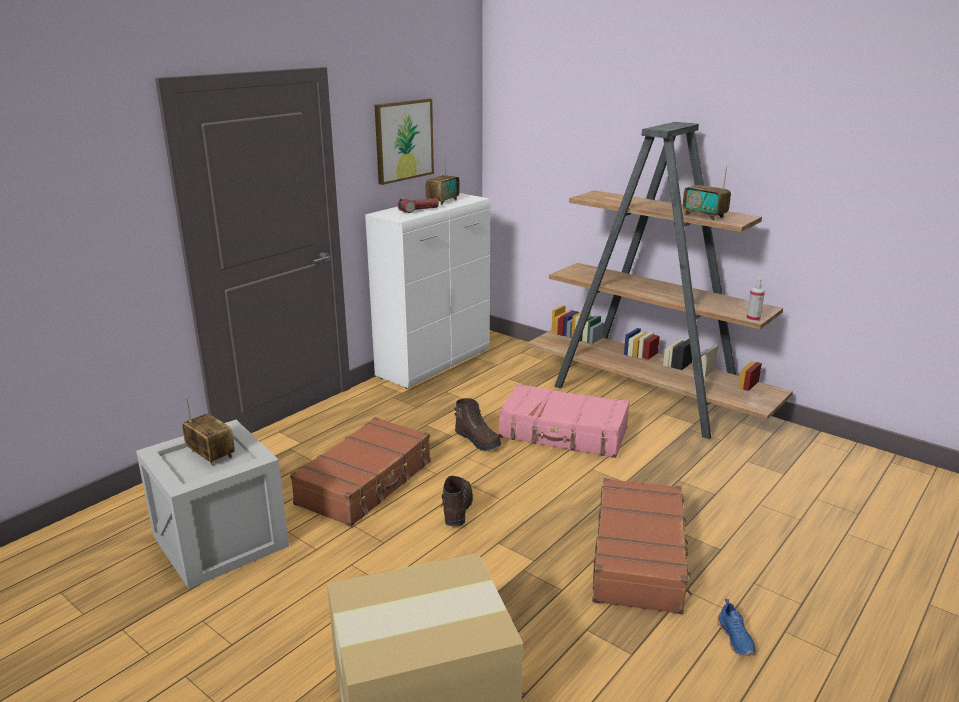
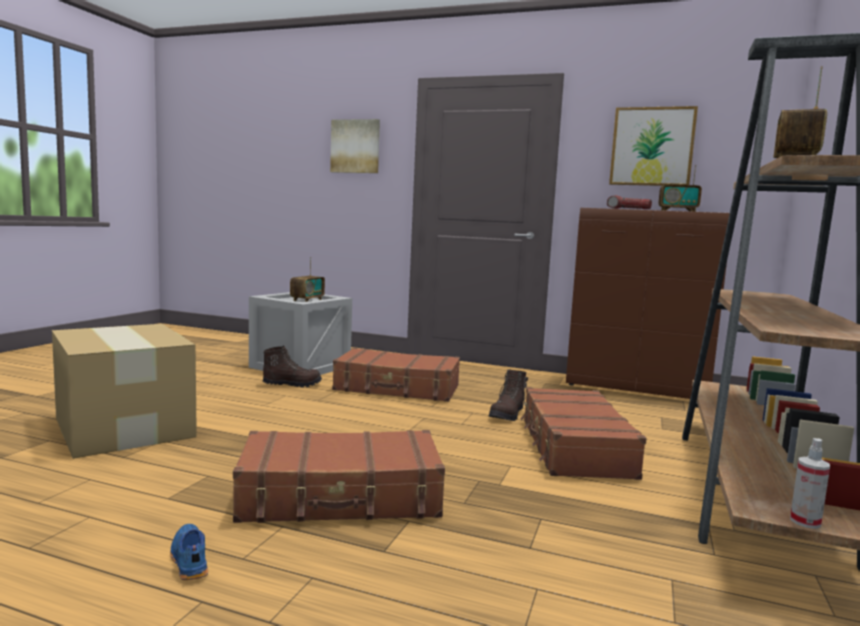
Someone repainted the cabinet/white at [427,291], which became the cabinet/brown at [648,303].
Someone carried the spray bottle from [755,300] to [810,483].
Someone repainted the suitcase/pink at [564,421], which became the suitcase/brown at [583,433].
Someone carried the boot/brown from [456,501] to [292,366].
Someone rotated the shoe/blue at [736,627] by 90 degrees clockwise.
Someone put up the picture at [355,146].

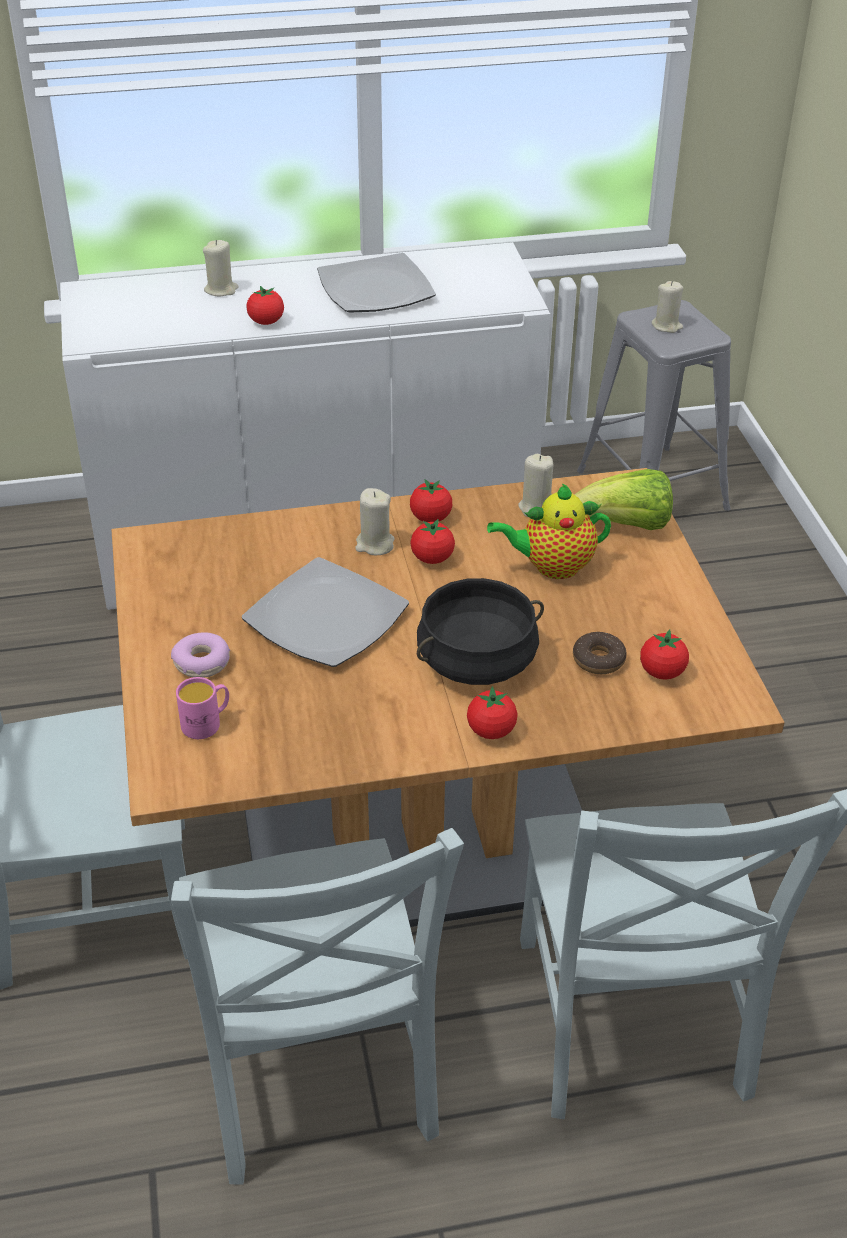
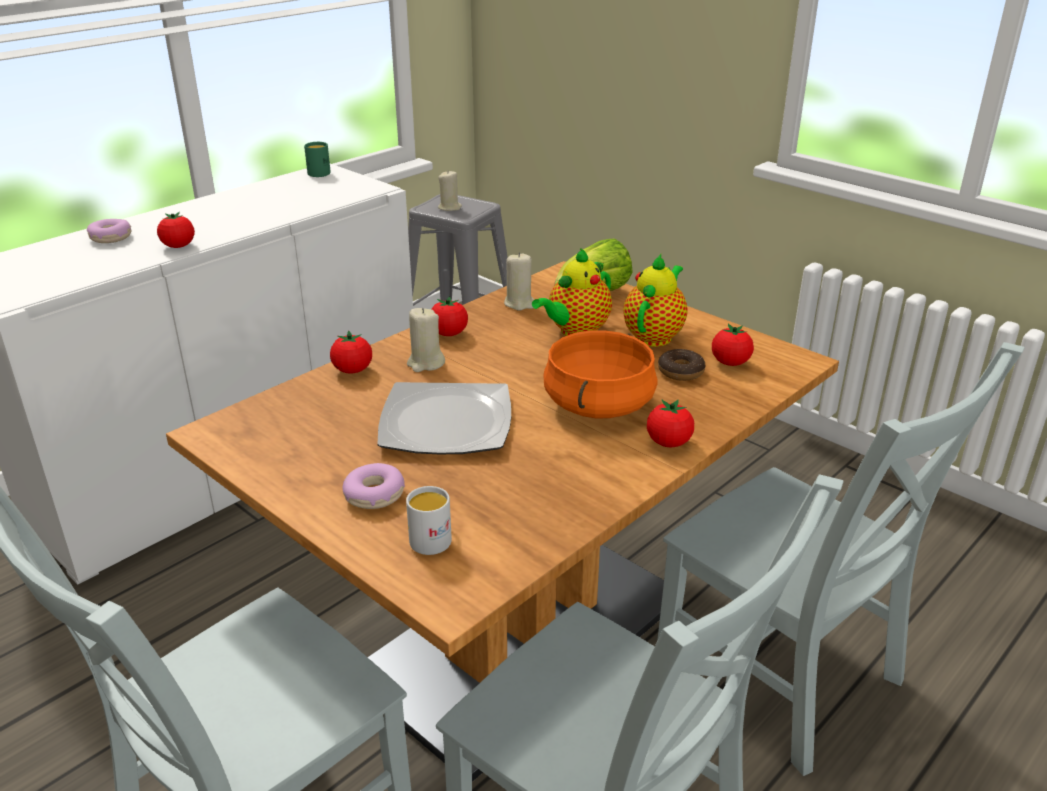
Someone swapped the candle/beige at [220,268] for the donut at [109,231].
Someone took away the plate at [376,282].
Someone carried the tomato from [432,541] to [351,352].
Someone repainted the cooking pot/black at [480,631], which became the cooking pot/orange at [601,374].
Someone repainted the mug/pink at [202,708], which became the mug/white at [429,520].
Someone put down the mug/green at [317,159].
Someone put down the teapot at [655,300].

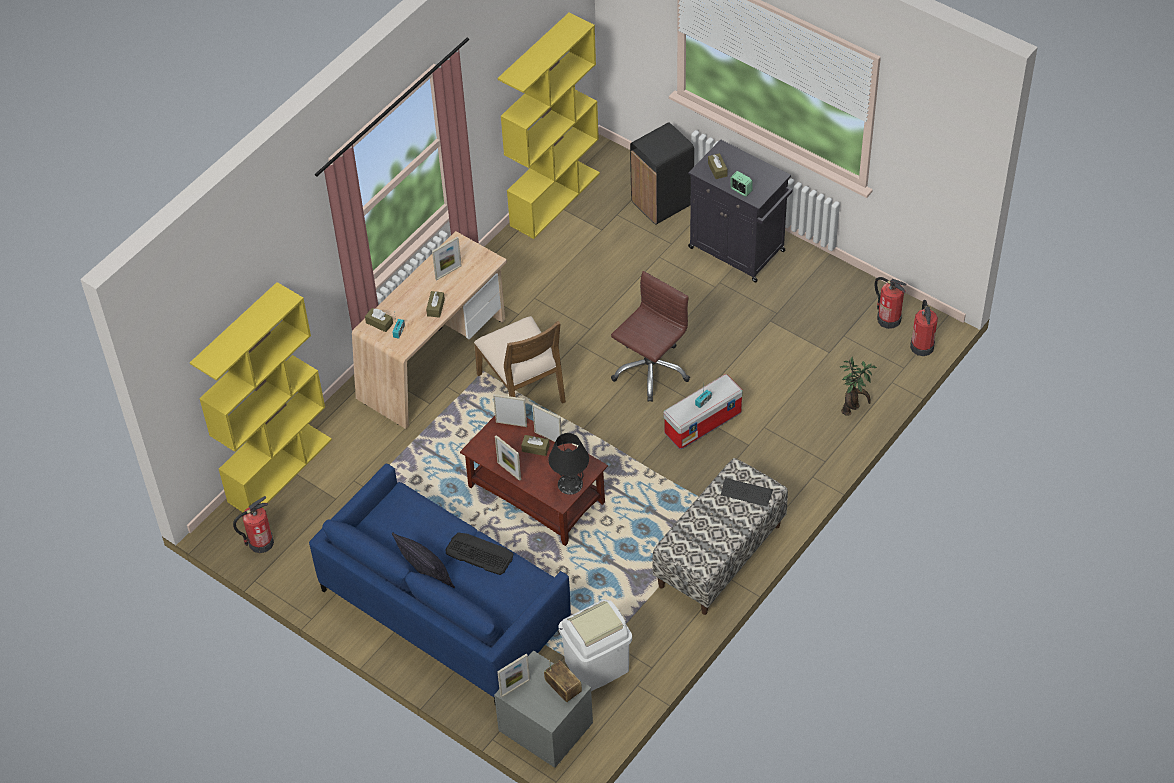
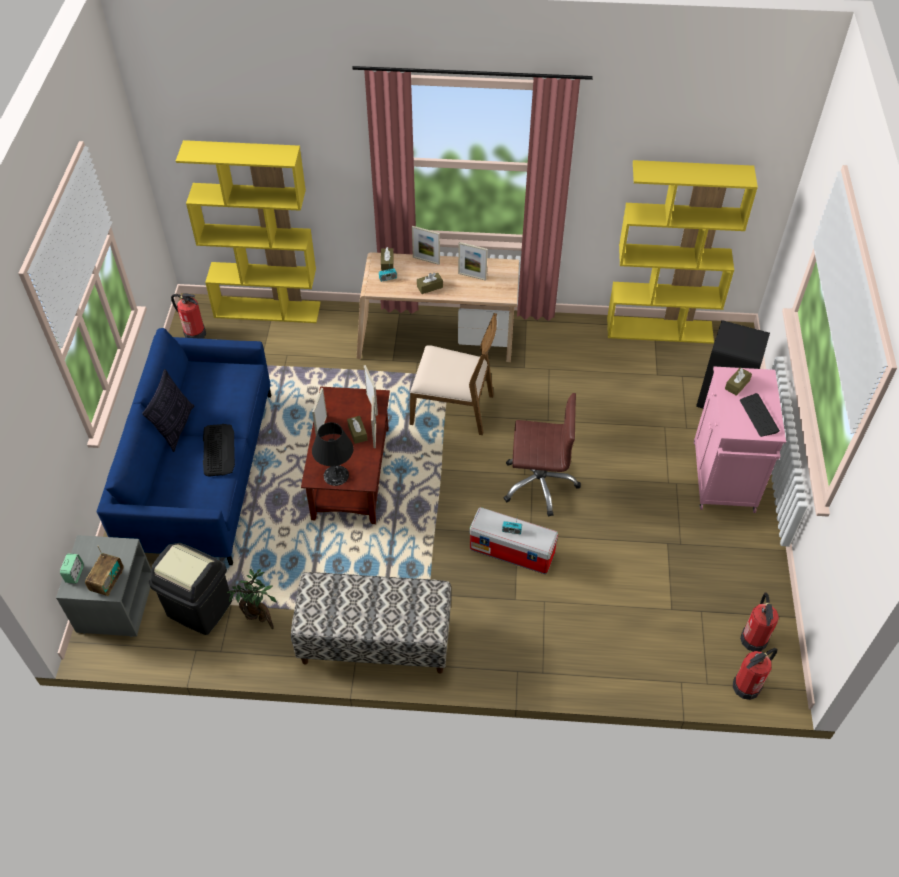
Someone repainted the cabinet/black at [740,211], which became the cabinet/pink at [740,440].
Someone carried the alarm clock from [741,183] to [72,568].
Someone rotated the chair/brown at [520,360] by 105 degrees counterclockwise.
Someone carried the potted plant from [858,386] to [252,599].
Someone carried the keyboard from [747,492] to [760,415].
Someone repainted the trash can/white at [595,645], which became the trash can/black at [190,589].
Someone carried the picture frame from [513,676] to [426,245].

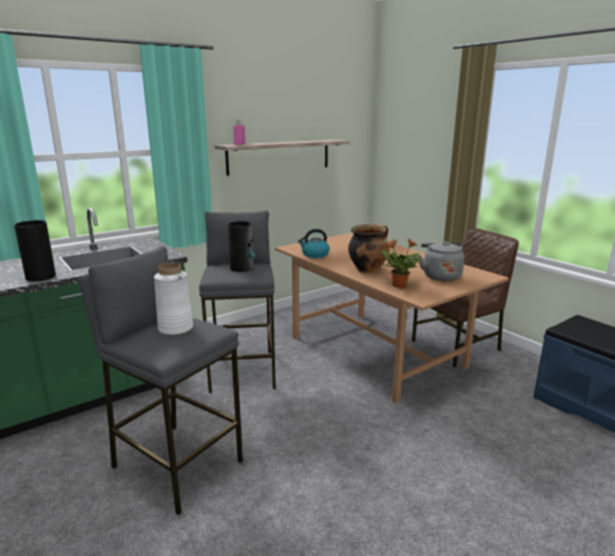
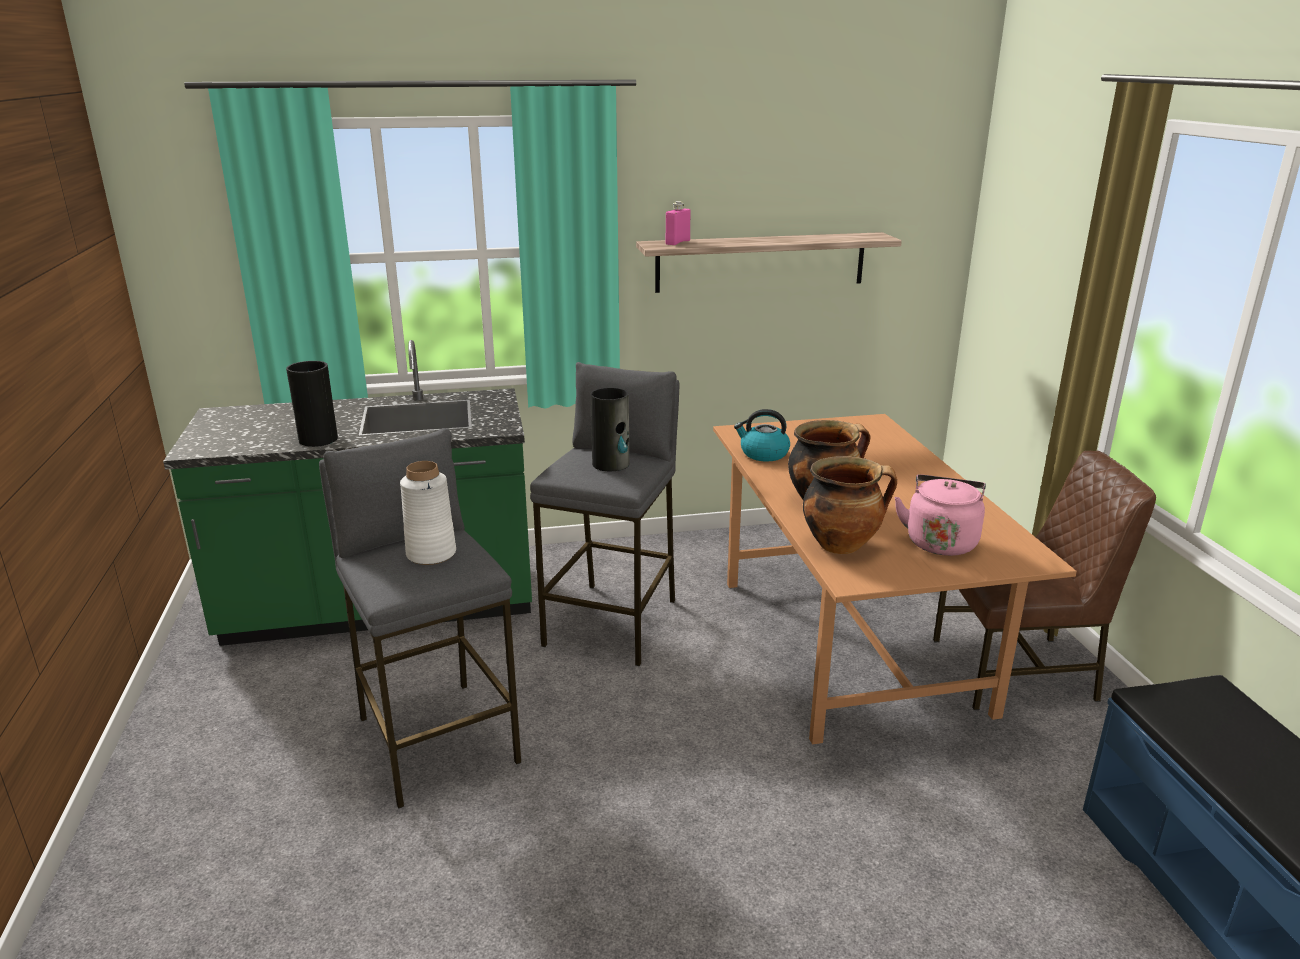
Someone swapped the potted plant at [402,263] for the cooking pot at [850,505].
Someone repainted the kettle/grey at [441,261], which became the kettle/pink at [940,515].

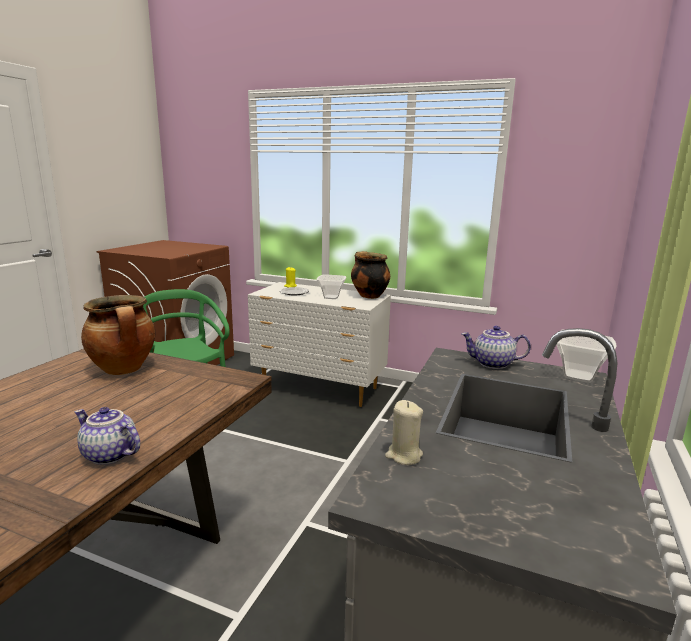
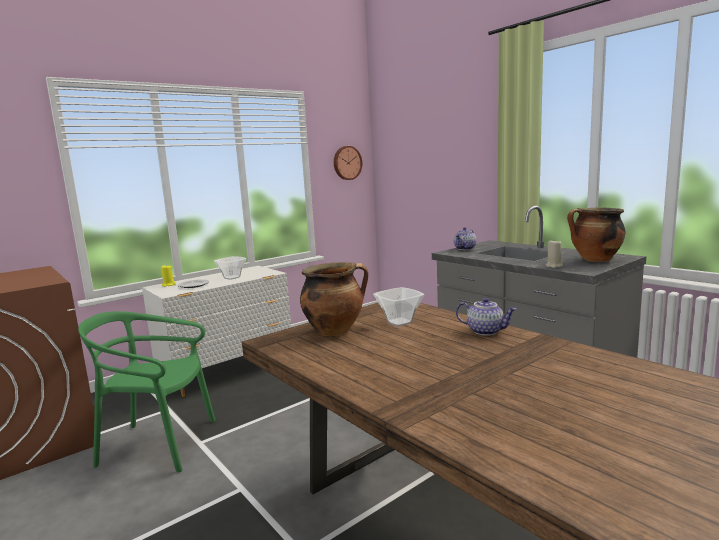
Someone carried the cooking pot from [370,275] to [596,235].
Someone carried the bowl from [586,356] to [398,307].
Someone rotated the teapot at [107,436] by 120 degrees counterclockwise.
Someone put up the wall clock at [348,163].

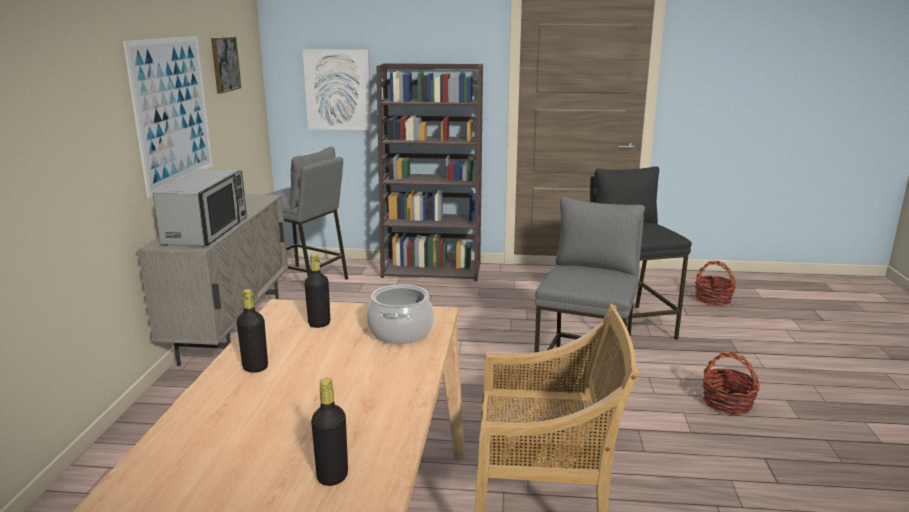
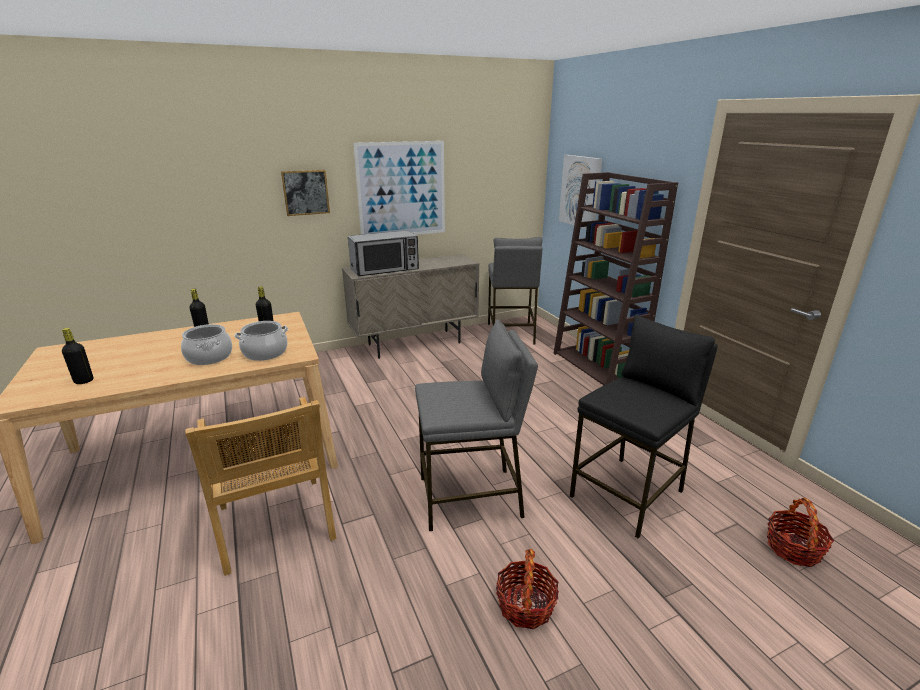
Someone carried the picture from [226,65] to [305,193].
Someone put down the cooking pot at [206,344].

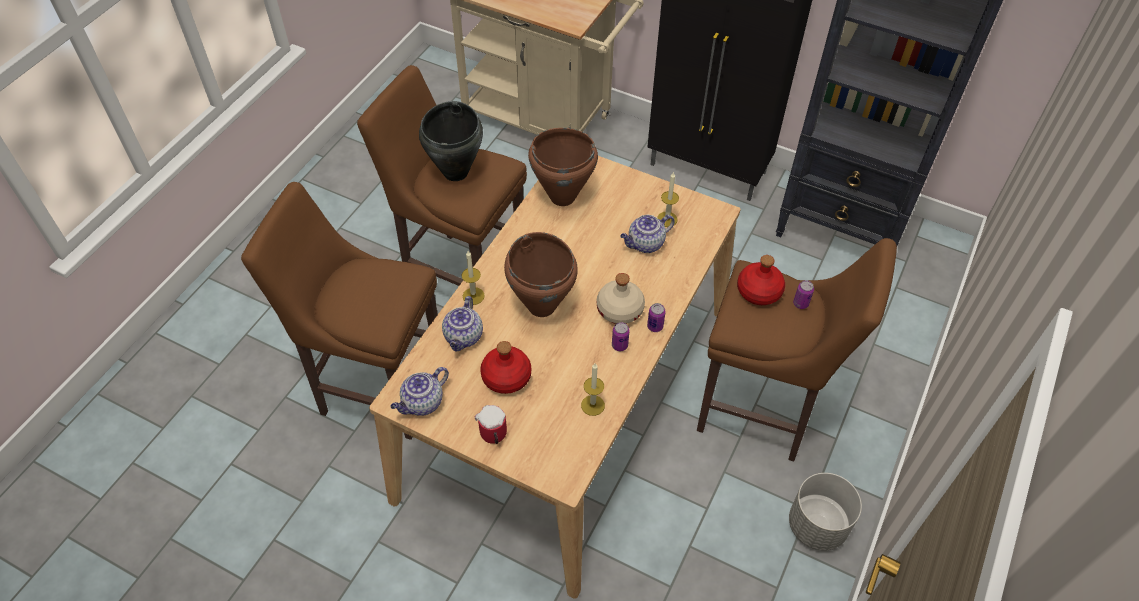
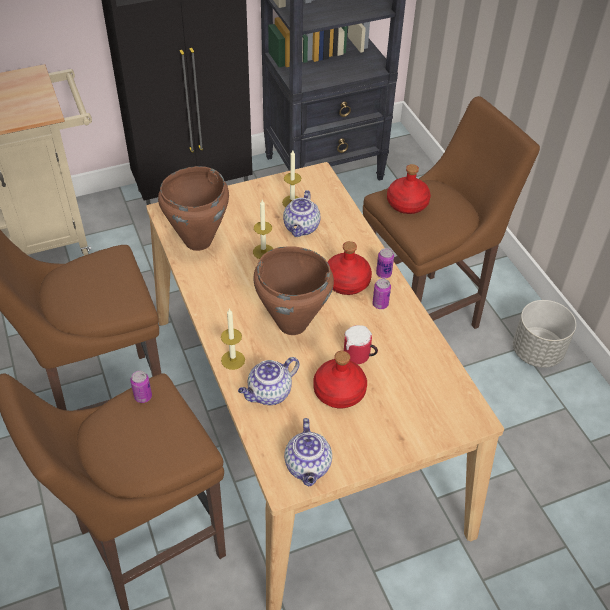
Someone took away the cooking pot/black at [451,141].
Someone repainted the bottle/beige at [621,298], which became the bottle/red at [350,268].
Someone carried the can from [803,294] to [141,387].
Someone rotated the teapot at [462,324] by 90 degrees clockwise.
Someone carried the candle from [593,390] to [263,229].
Someone carried the mug from [491,424] to [361,344].

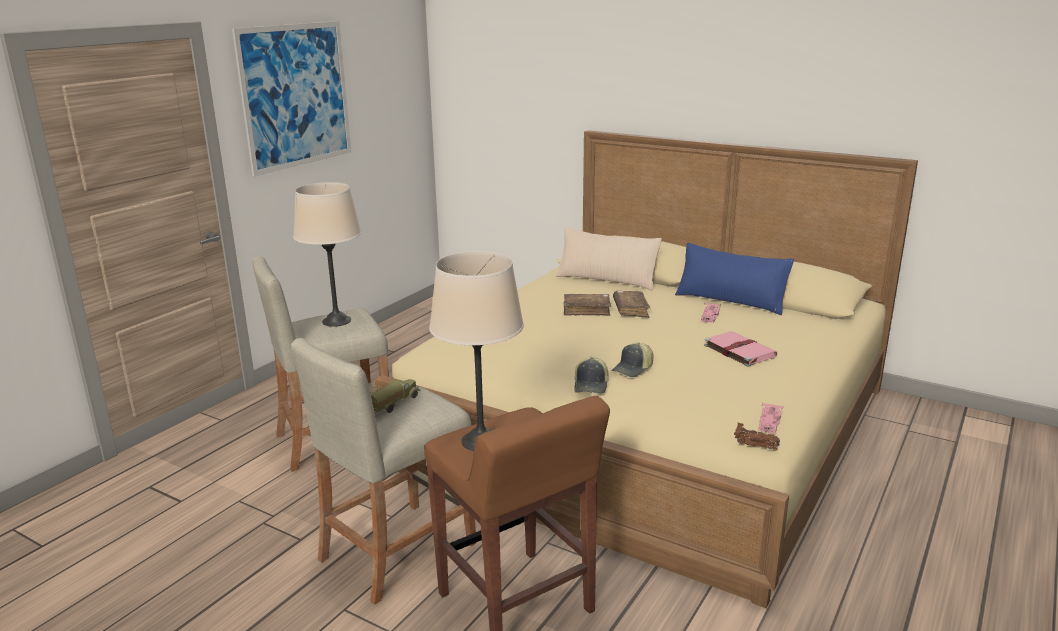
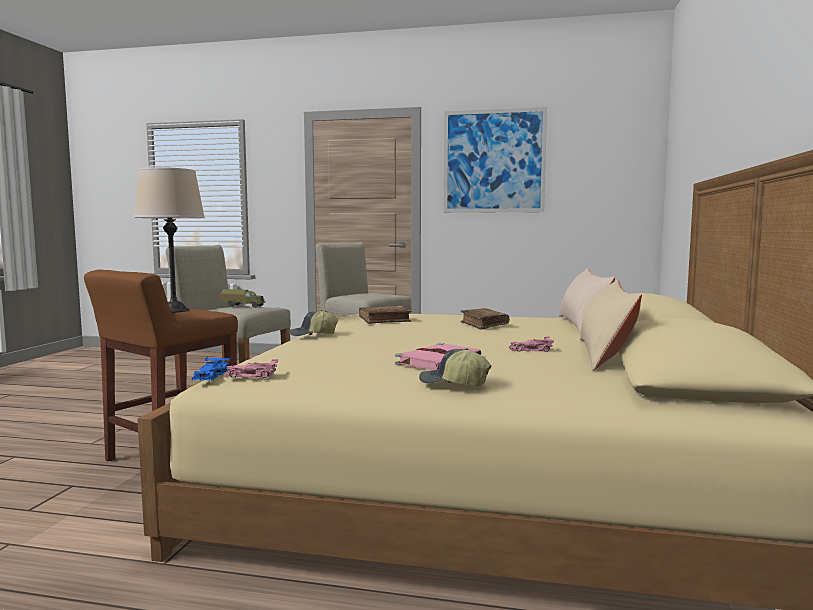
Someone took away the table lamp/beige at [327,254].
Someone repainted the pillow/blue at [734,278], which became the pillow/beige at [611,325].
Someone carried the book/brown from [632,304] to [385,315].
Someone carried the cap from [632,360] to [455,367].
Someone repainted the toy car/brown at [757,436], which became the toy car/blue at [211,369].

